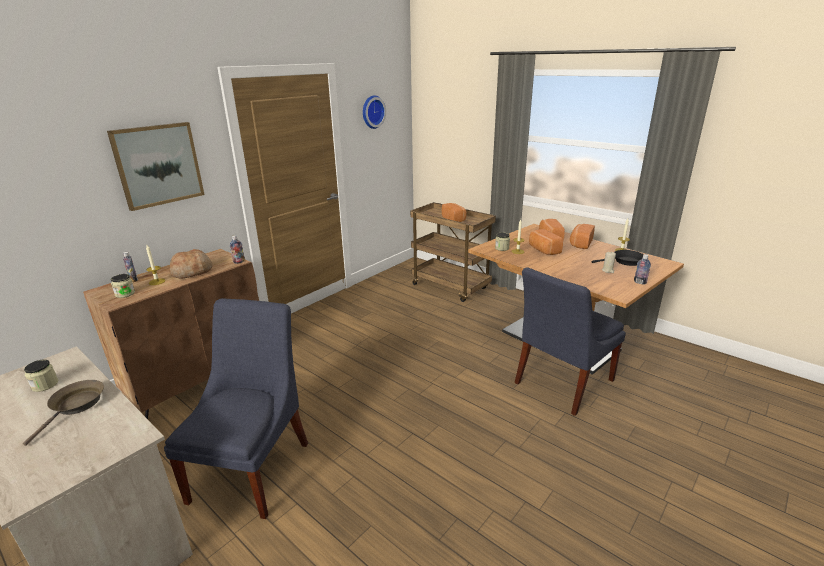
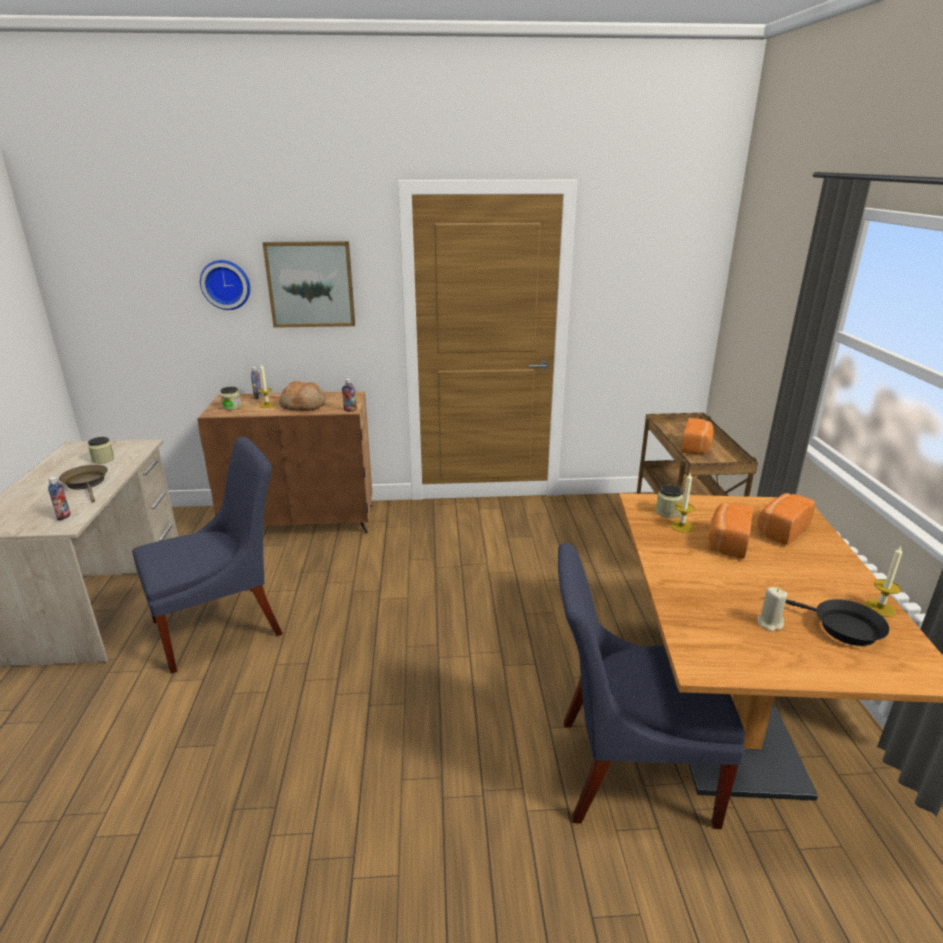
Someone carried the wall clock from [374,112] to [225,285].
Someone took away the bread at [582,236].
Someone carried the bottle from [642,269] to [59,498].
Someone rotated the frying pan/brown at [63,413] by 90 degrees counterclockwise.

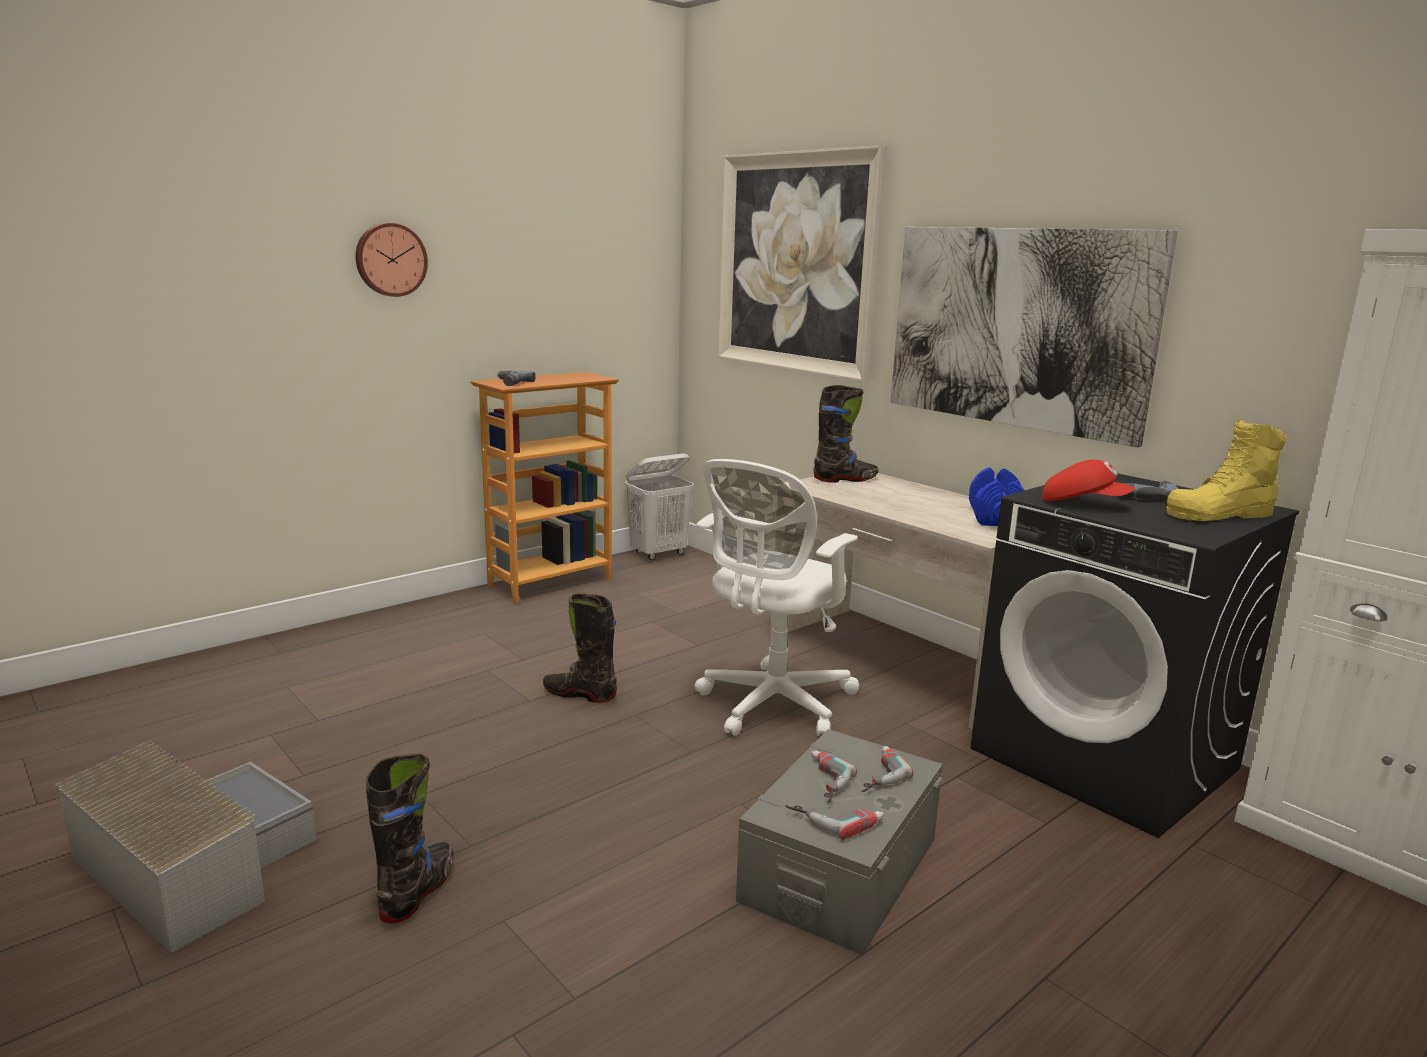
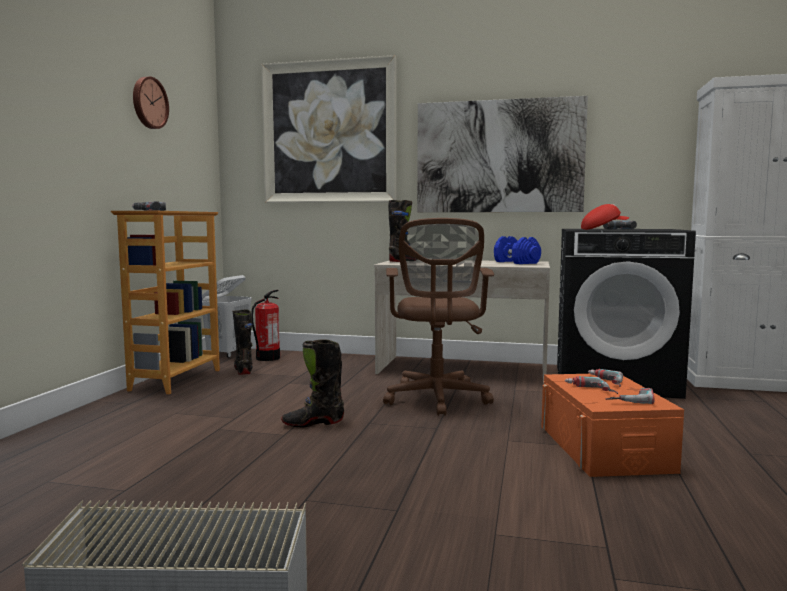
Someone carried the wall clock from [391,260] to [151,102].
Someone took away the boot/yellow at [1226,470].
Someone repainted the office chair/white at [777,597], which became the office chair/brown at [438,317].
Someone repainted the storage box/grey at [839,842], which became the storage box/orange at [612,425].
Someone carried the boot/black from [410,839] to [242,342].
Someone put down the fire extinguisher at [265,325].

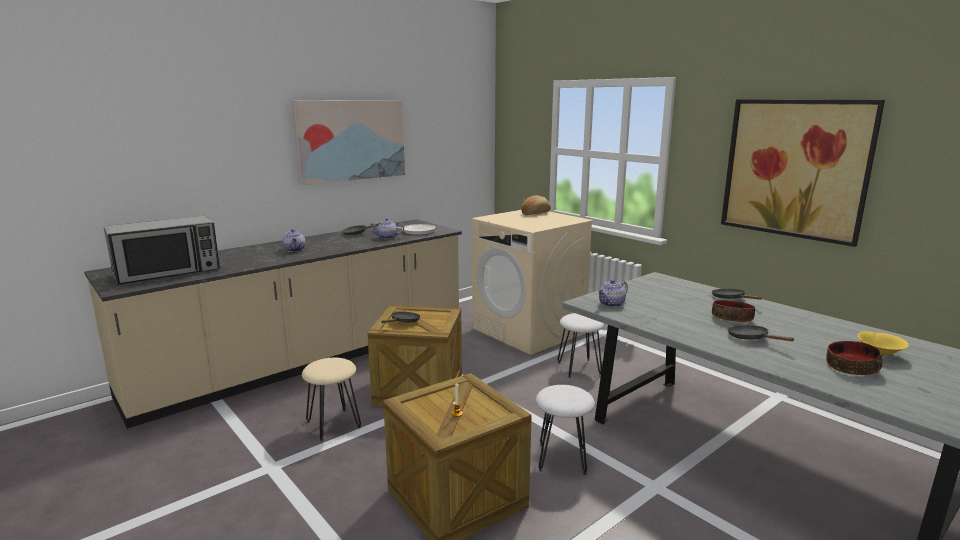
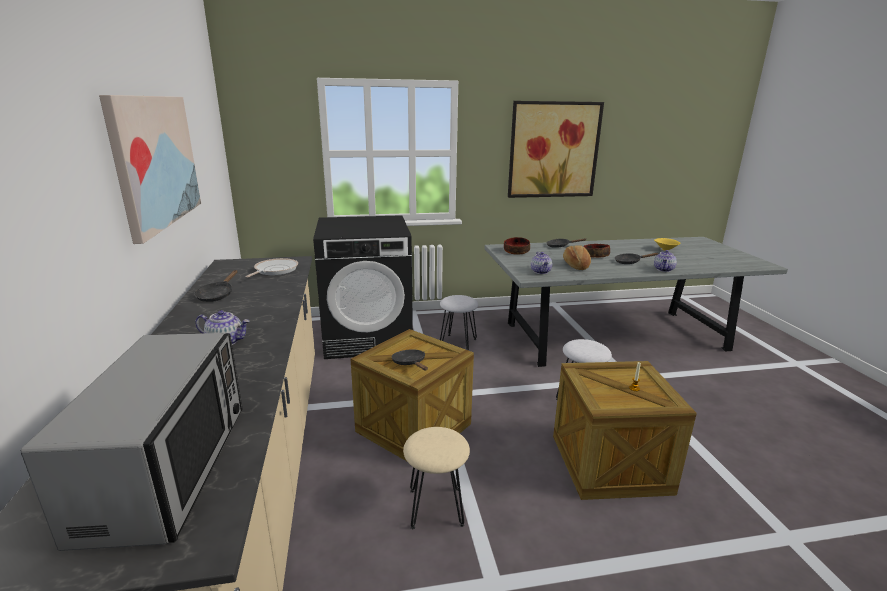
Someone carried the bread from [536,205] to [577,257].
Someone repainted the washing machine/beige at [533,282], which became the washing machine/black at [363,287].
Someone carried the teapot from [387,228] to [665,261].
Someone carried the bowl from [854,358] to [517,246].

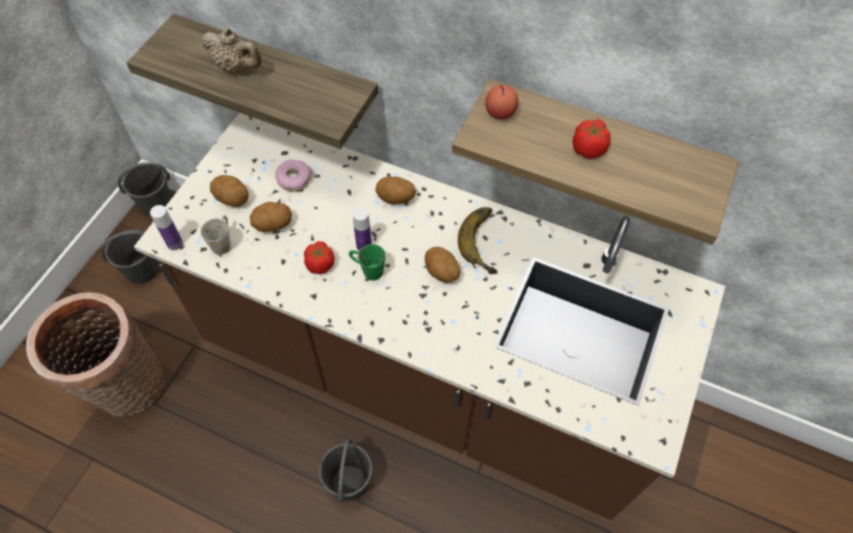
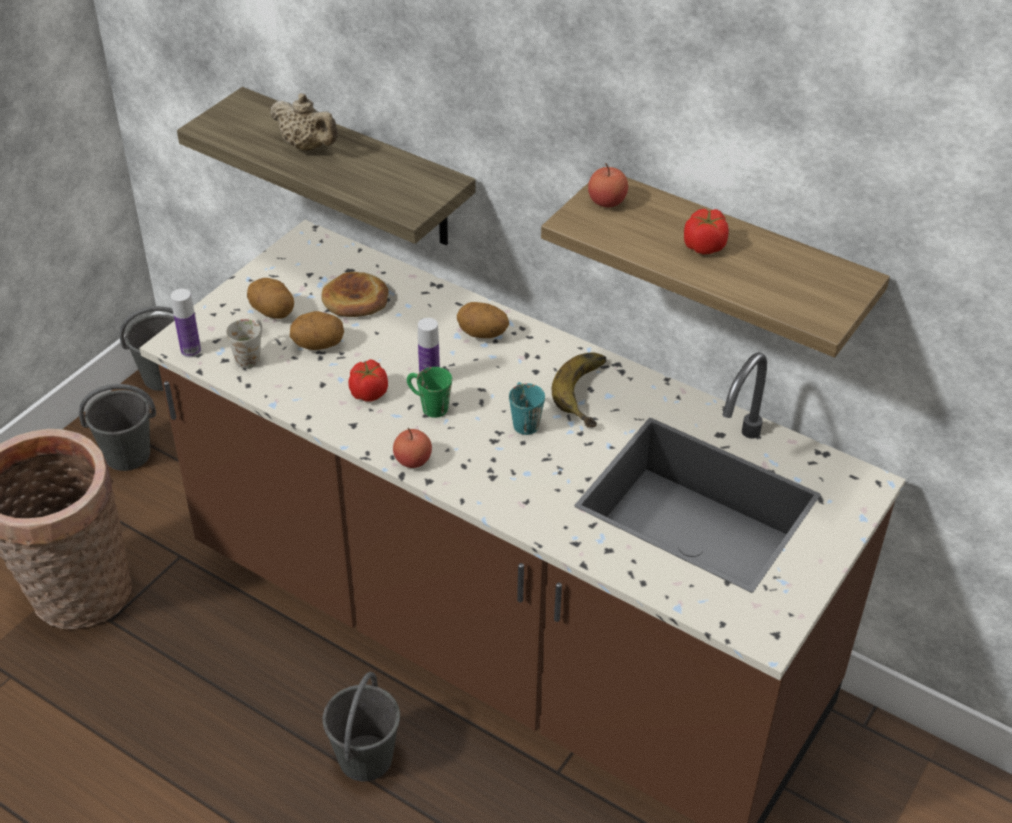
Someone swapped the donut at [293,176] for the bread at [355,294].
Someone swapped the potato at [442,265] for the mug/turquoise at [527,408].
Someone put down the apple at [412,448].

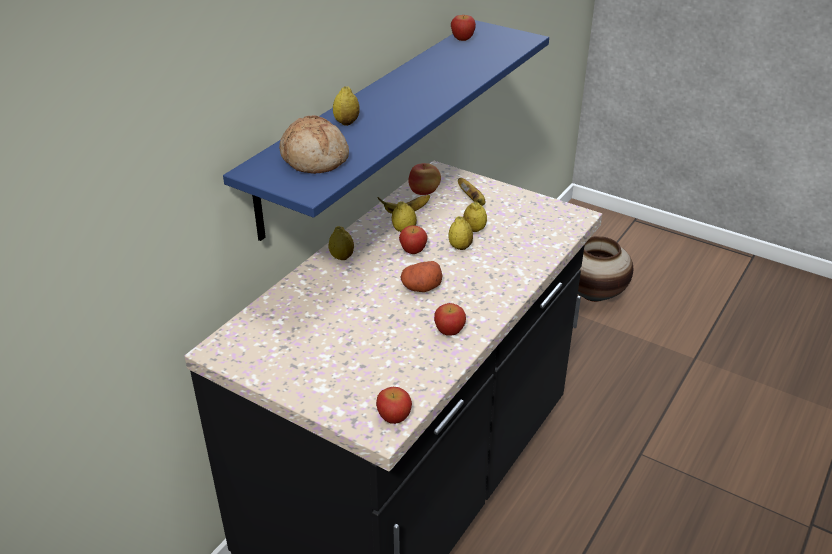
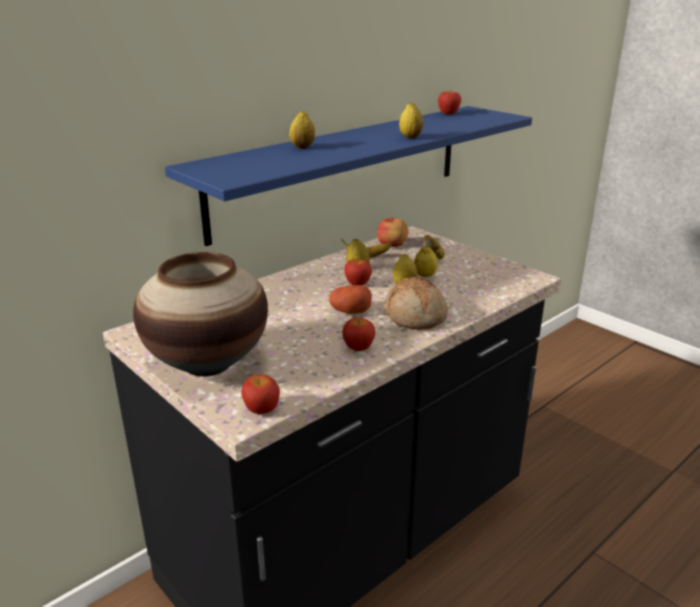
Someone carried the bread from [314,144] to [416,303].
Someone carried the lemon from [341,243] to [411,120].
Someone carried the vase from [605,269] to [200,314].

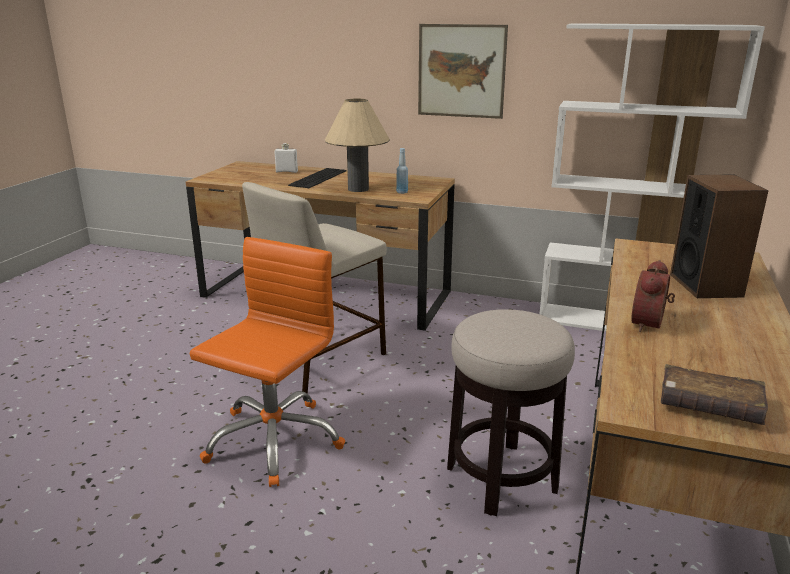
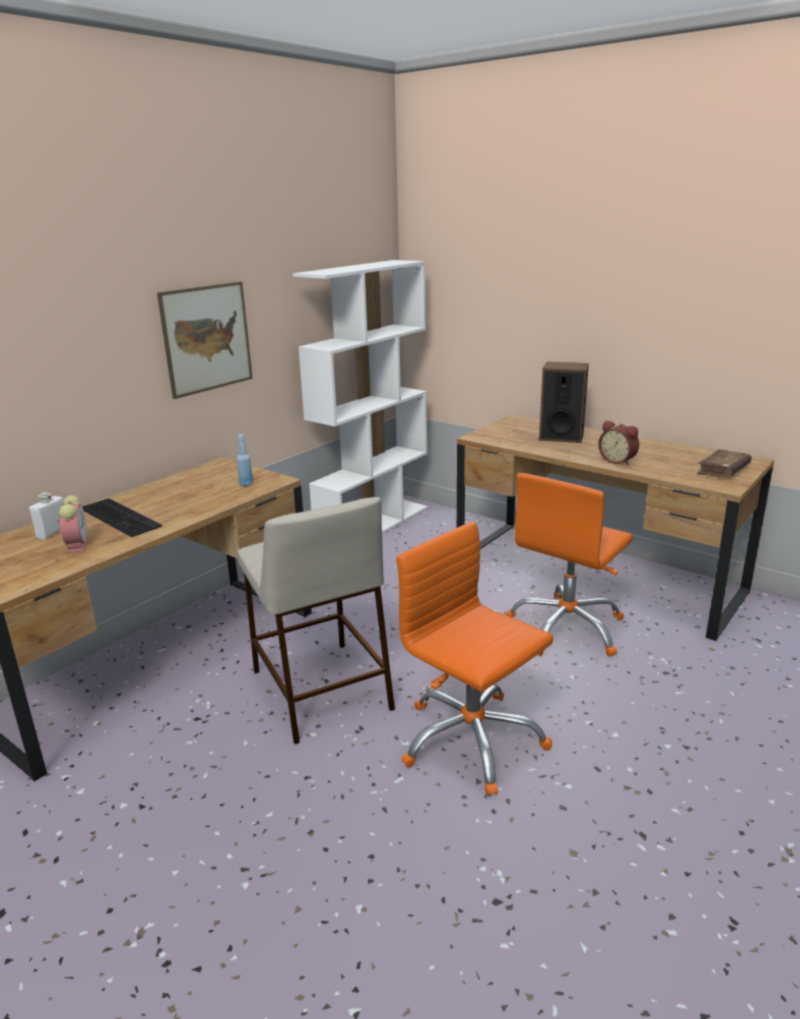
Someone took away the table lamp/beige at [357,145].
Someone swapped the stool at [511,412] for the office chair/orange at [569,565].
Someone put down the alarm clock at [72,524].

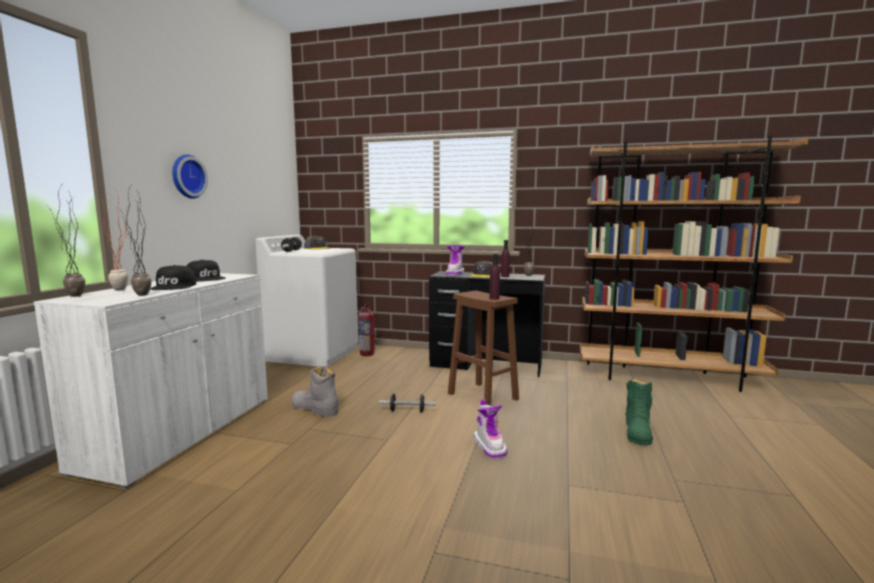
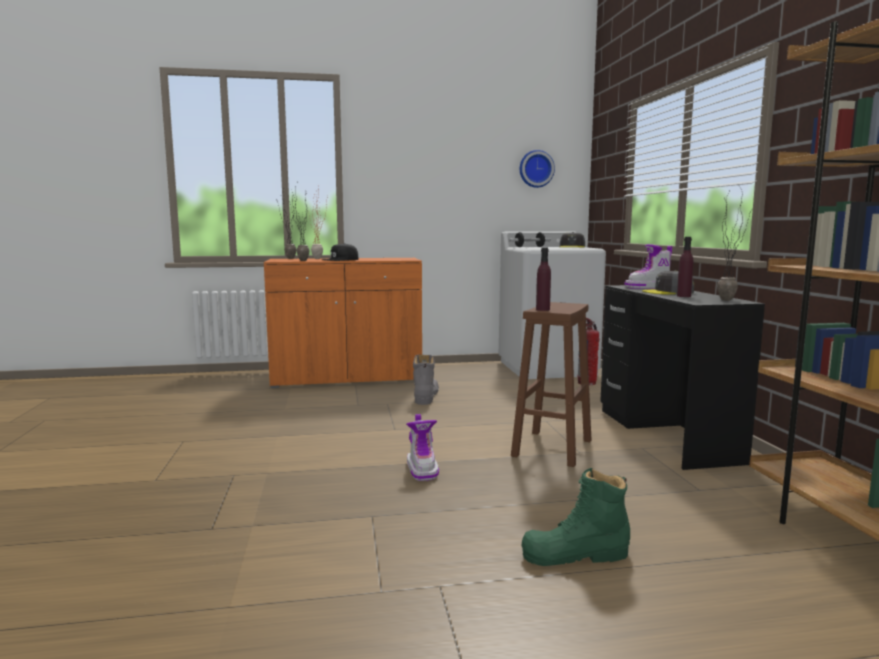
Someone carried the wall clock from [190,176] to [537,169].
Someone took away the cap/black at [206,271].
Someone repainted the cabinet/white at [151,381], which became the cabinet/orange at [343,323].
Someone took away the dumbbell at [407,403].
Someone rotated the boot at [490,429] by 60 degrees counterclockwise.

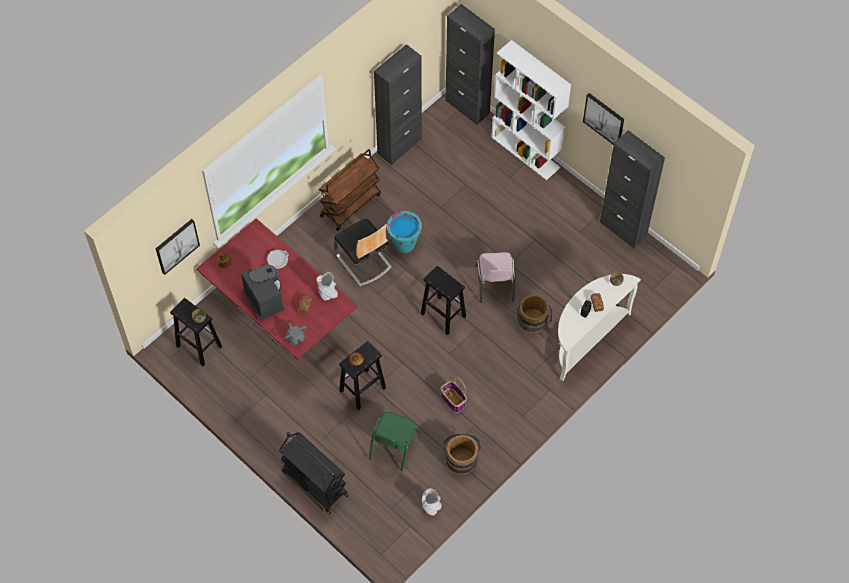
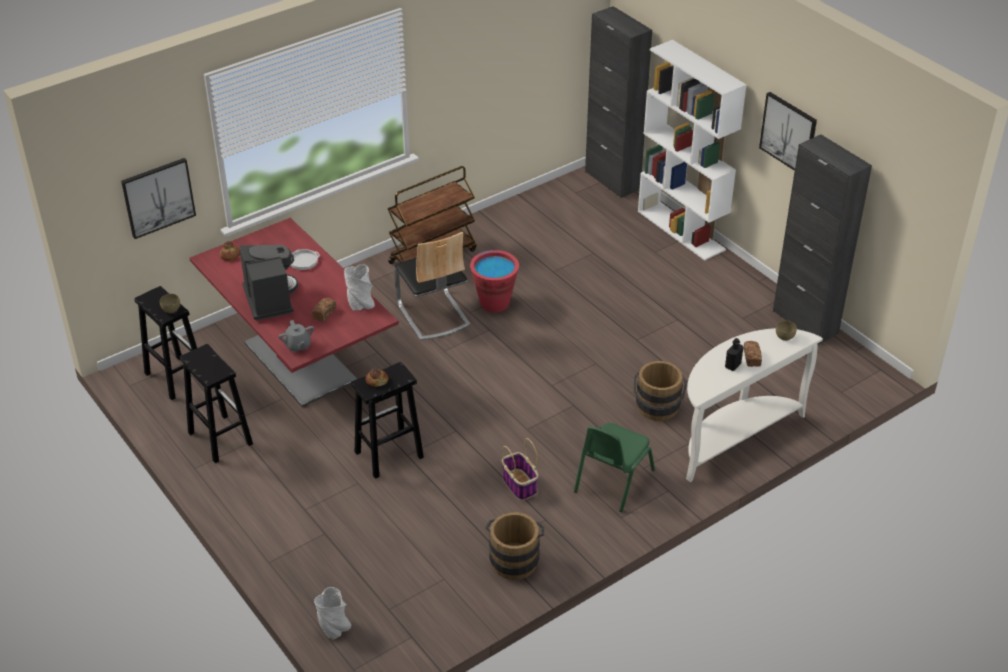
Someone took away the cabinet/black at [398,104].
Someone repainted the bucket/turquoise at [404,232], which became the bucket/red at [494,281].
Someone took away the chair/pink at [495,277].
Someone carried the stool/black from [443,300] to [216,403].
Someone carried the chair/green from [394,441] to [614,467].
Someone took away the cart/black at [314,473].
Someone carried the vase/grey from [432,502] to [332,613].

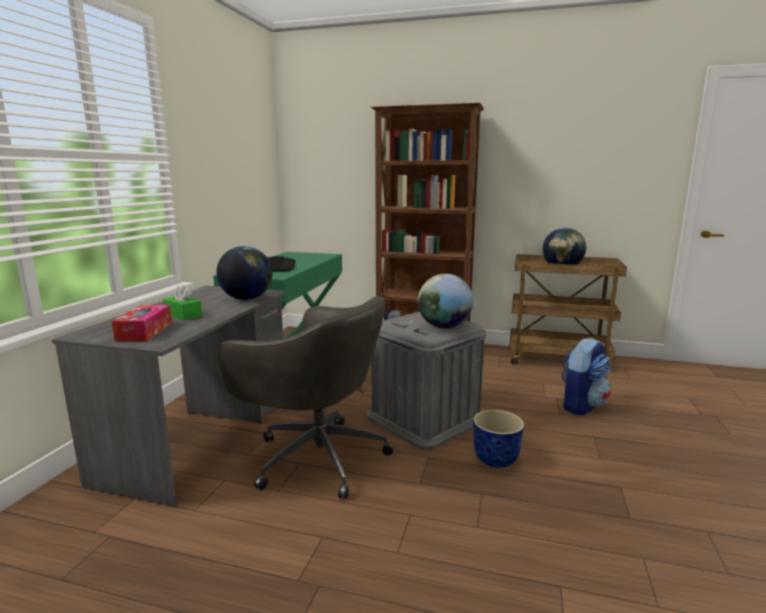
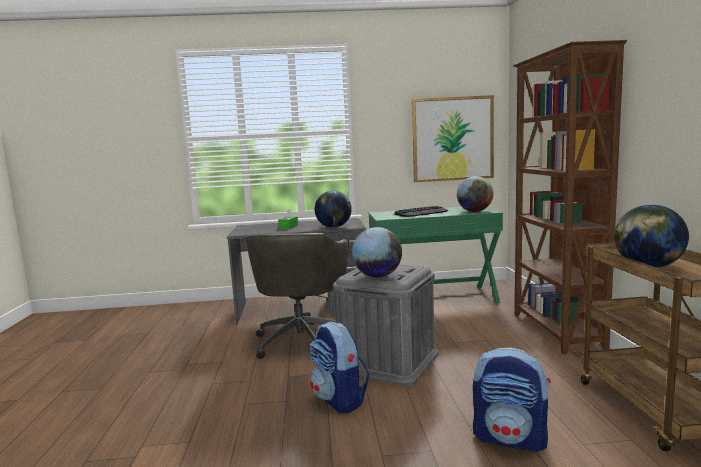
Someone took away the tissue box at [141,323].
Someone swapped the planter at [498,439] for the backpack at [339,368].
Someone put up the picture at [453,138].
Someone put down the globe at [475,194].

